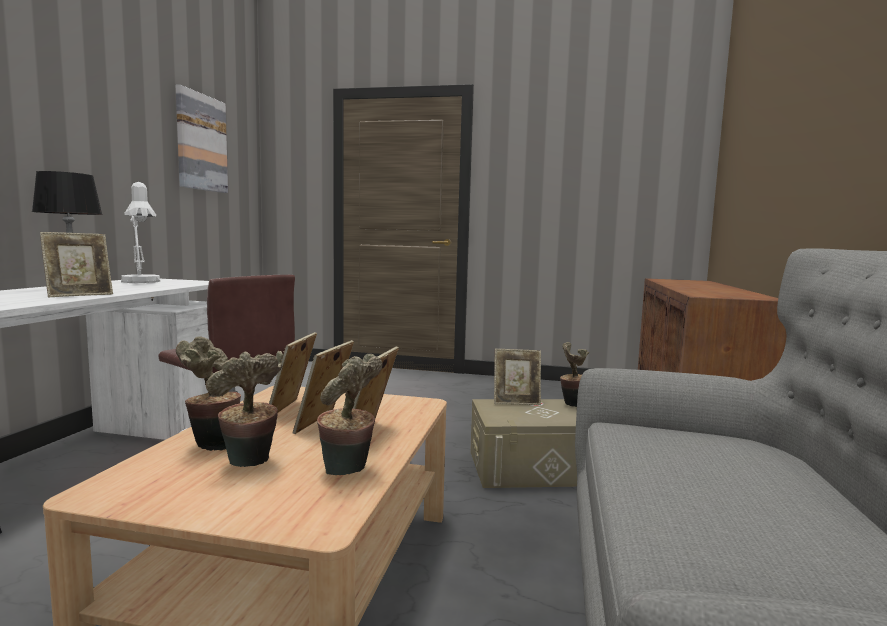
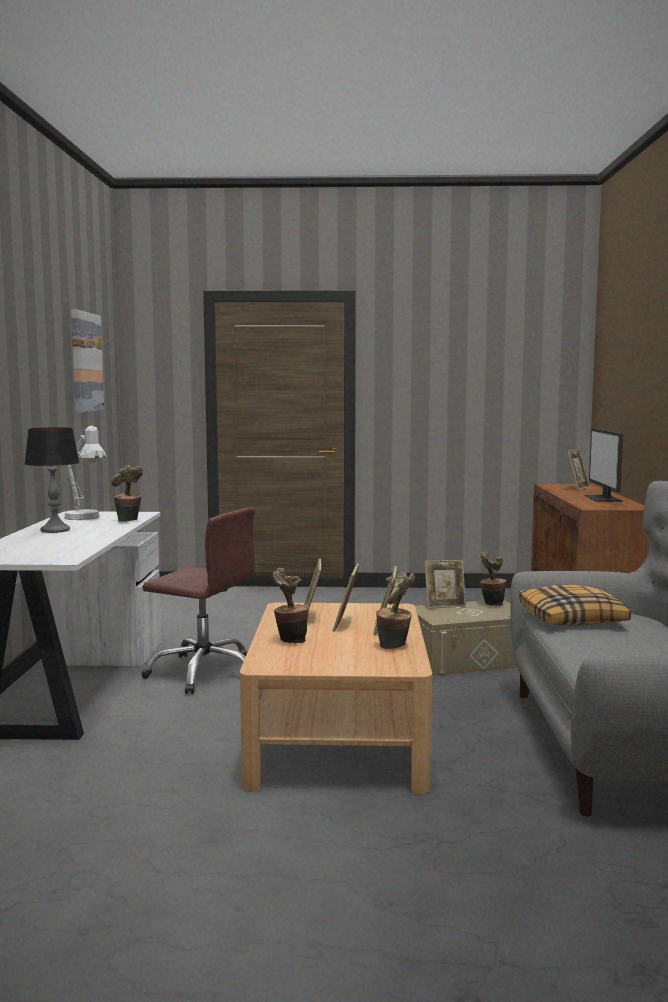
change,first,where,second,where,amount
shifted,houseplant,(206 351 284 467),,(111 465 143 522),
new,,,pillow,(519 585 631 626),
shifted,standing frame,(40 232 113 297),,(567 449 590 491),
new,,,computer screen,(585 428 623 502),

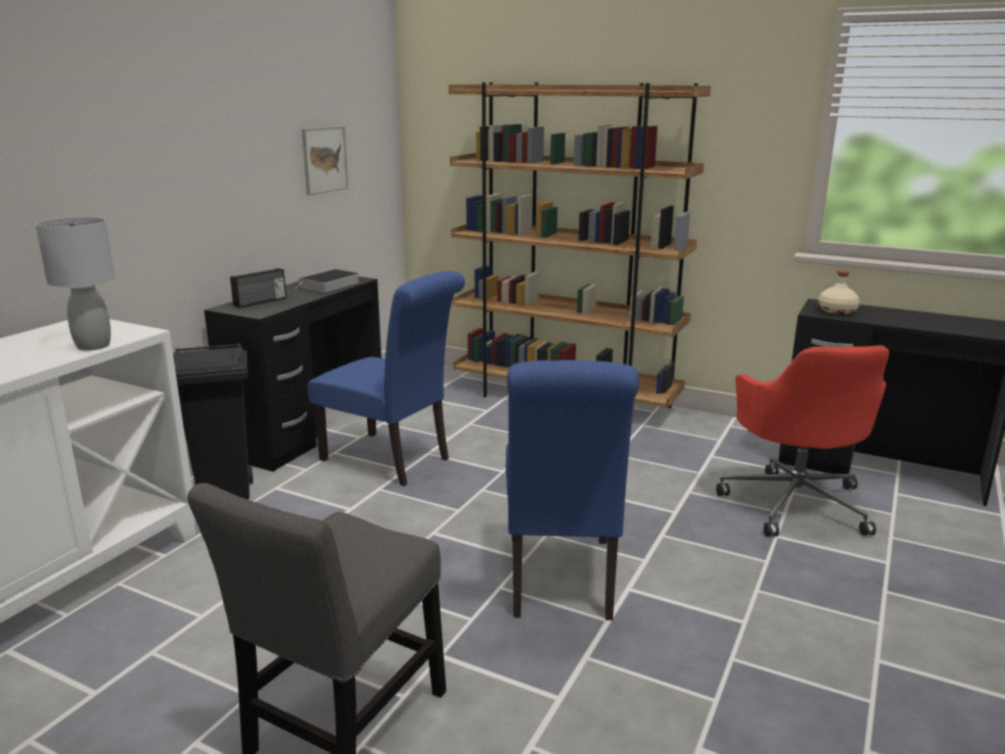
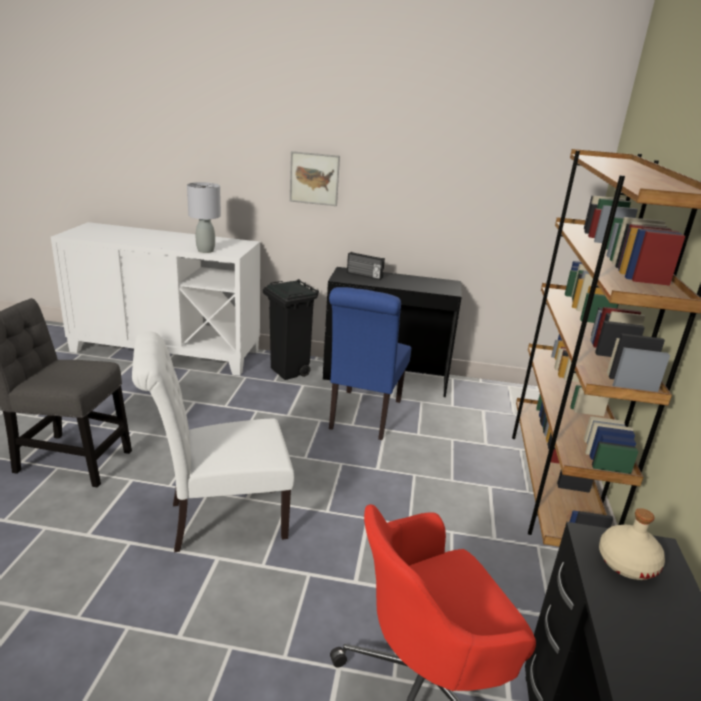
change,first,where,second,where,amount
repainted,chair/blue-coloured,(506 360 639 620),chair/whitish,(132 332 295 553),
shifted,wall picture,(302 126 348 195),,(290 151 340 206),
gone,book,(297 269 359 292),,,

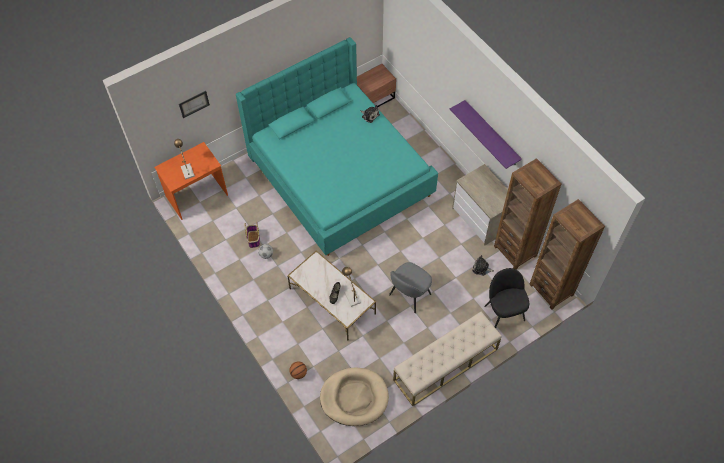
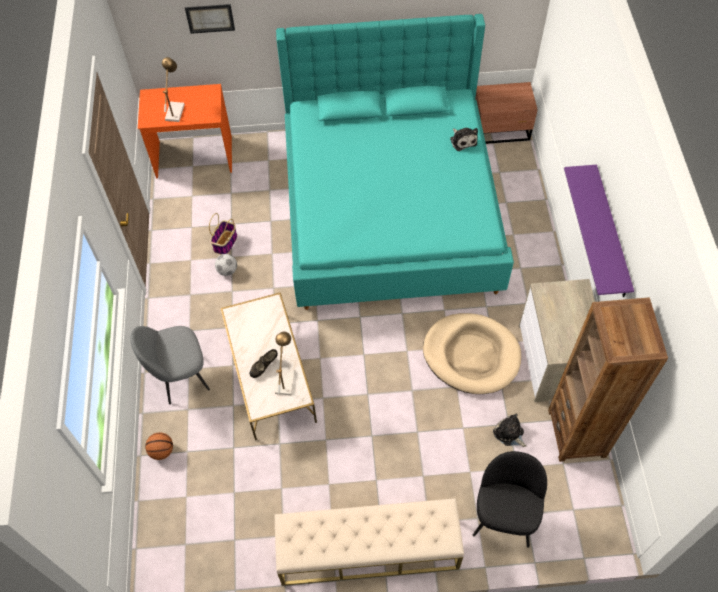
change,first,where,second,where,amount
shifted,chair/greyish,(389 262 432 313),,(130 326 210 405),
shifted,pet bed/beige-coloured,(320 367 389 426),,(423 313 521 394),
gone,shelving unit/brown-coloured,(529 199 605 310),,,

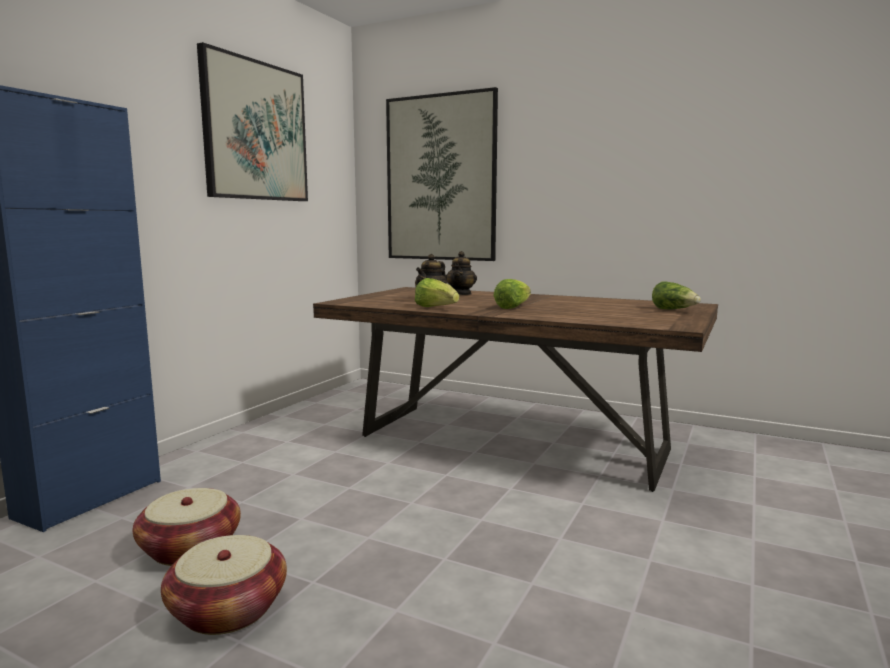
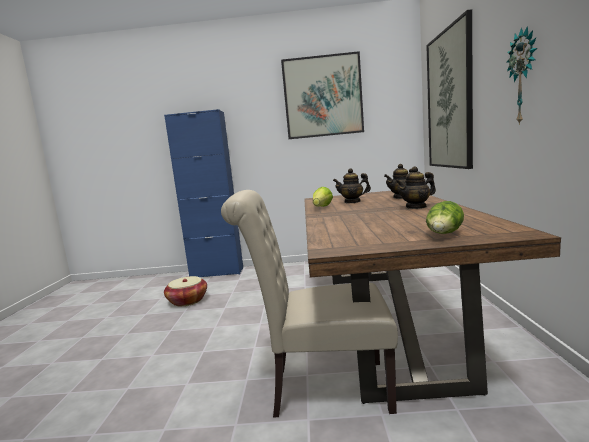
change,first,where,second,where,amount
new,,,chair/beige-coloured,(221 190 398 418),
new,,,teapot,(395 166 436 209),
new,,,clock on the wall,(507 26 537 125),
gone,storage basket,(161 535 287 635),,,
gone,lettuce,(493 279 531 309),,,

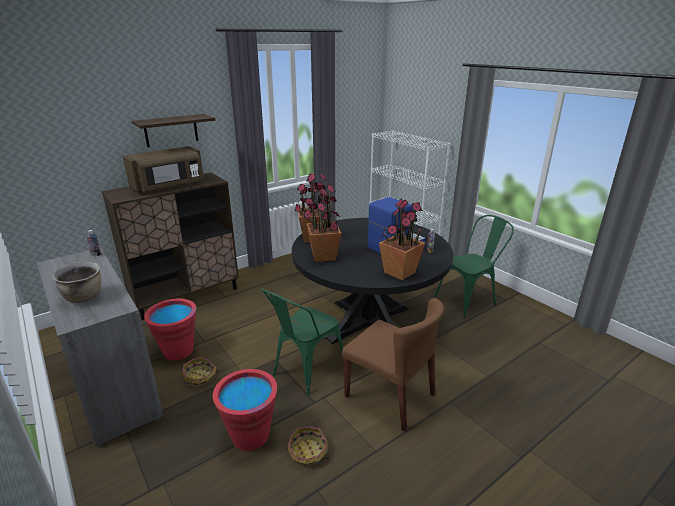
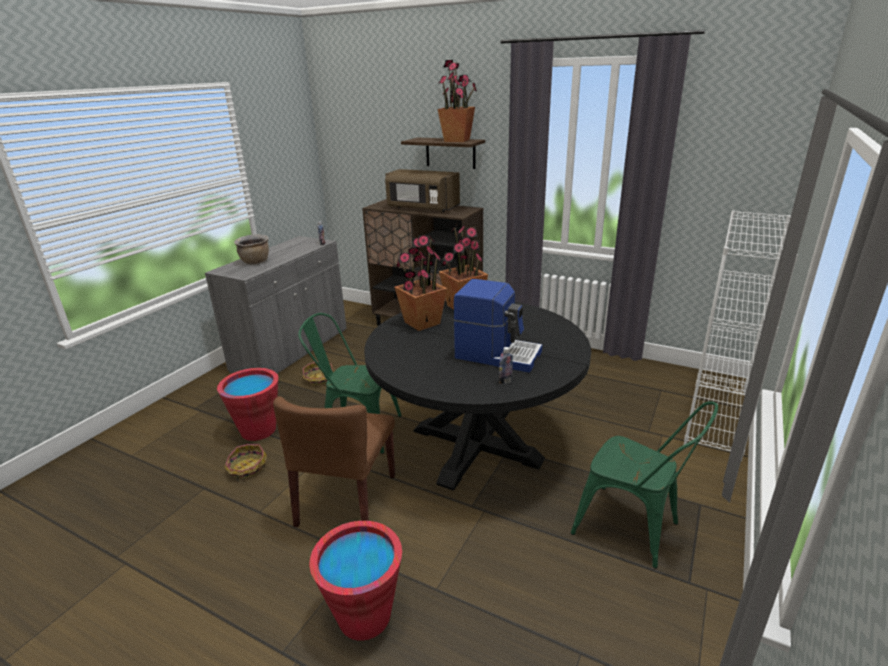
change,first,where,second,where,amount
shifted,bucket/red-coloured,(144 298 196 361),,(309 521 402 641),
shifted,houseplant,(379 198 425 280),,(438 60 477 142),

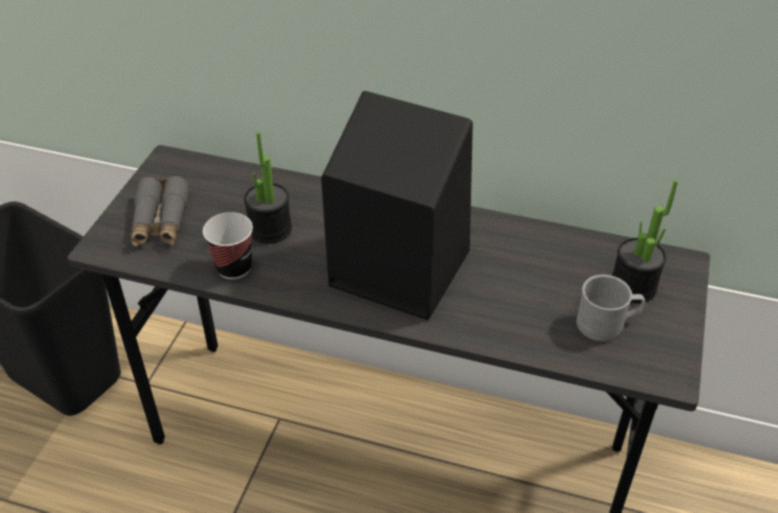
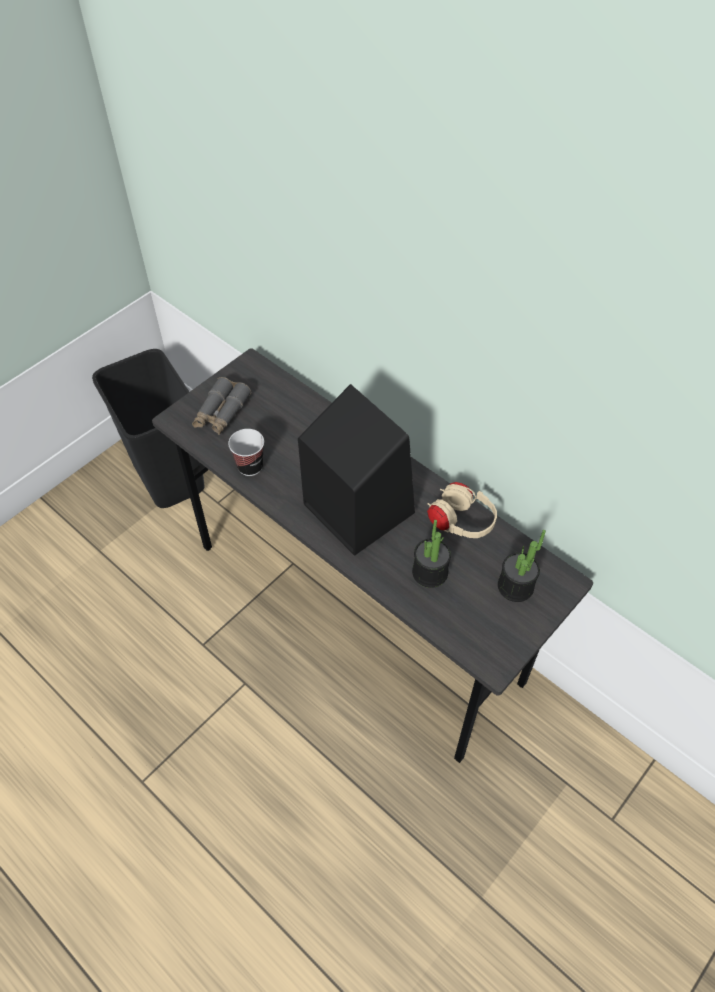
change,first,where,second,where,amount
shifted,houseplant,(244 132 292 244),,(412 520 451 588),
new,,,pair of headphones/beige-coloured,(427 482 497 538),
gone,coffee mug/greyish,(576 275 646 342),,,

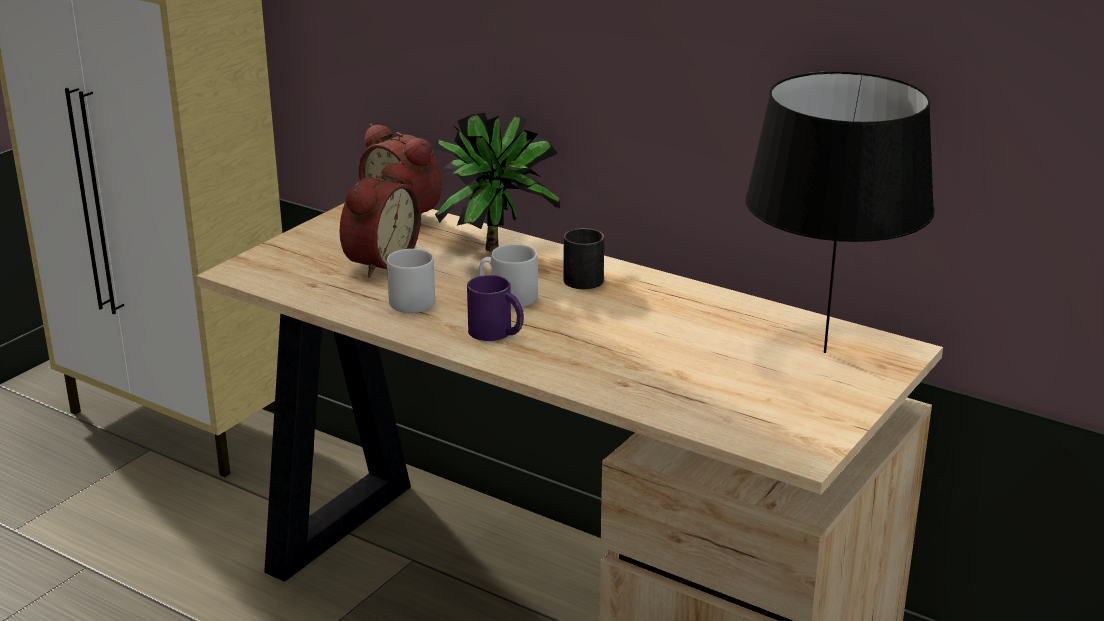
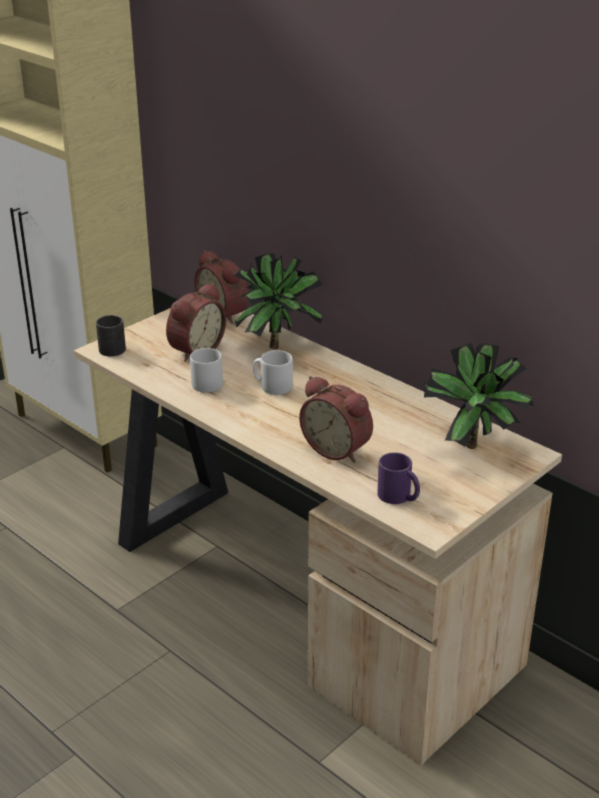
change,first,where,second,where,amount
shifted,coffee mug/black,(563 228 604 289),,(96 315 126 356),
new,,,table clock,(299 376 373 463),
shifted,coffee mug/purplish,(467 275 524 341),,(377 452 420 504),
swapped,table lamp/black,(745 71 935 353),houseplant,(423 343 536 449),

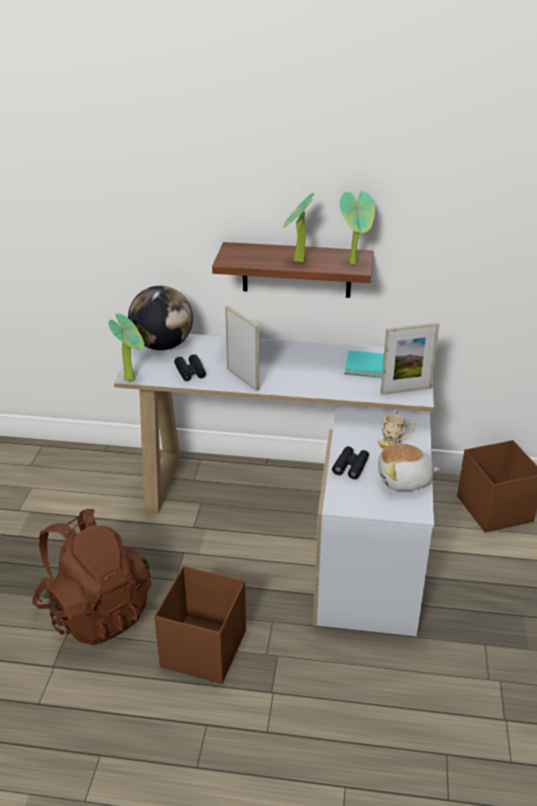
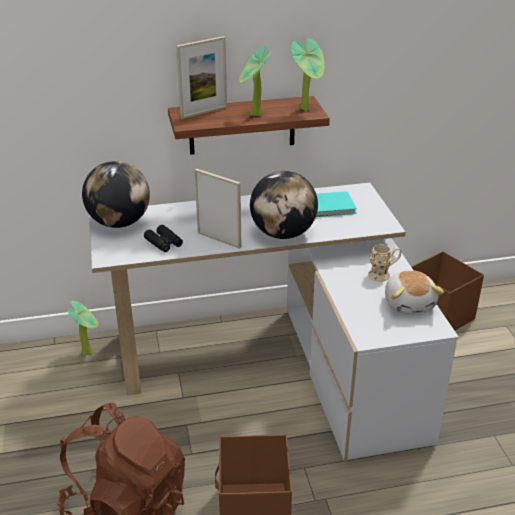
change,first,where,second,where,amount
shifted,houseplant,(108 313 144 381),,(68 301 98 355),
shifted,standing frame,(380 322 439 395),,(176 36 227 119),
new,,,world globe,(250 171 318 239),
rotated,soft toy,(377 440 440 491),,(385 270 444 314),75 degrees counterclockwise
gone,binoculars/black,(332 446 369 479),,,

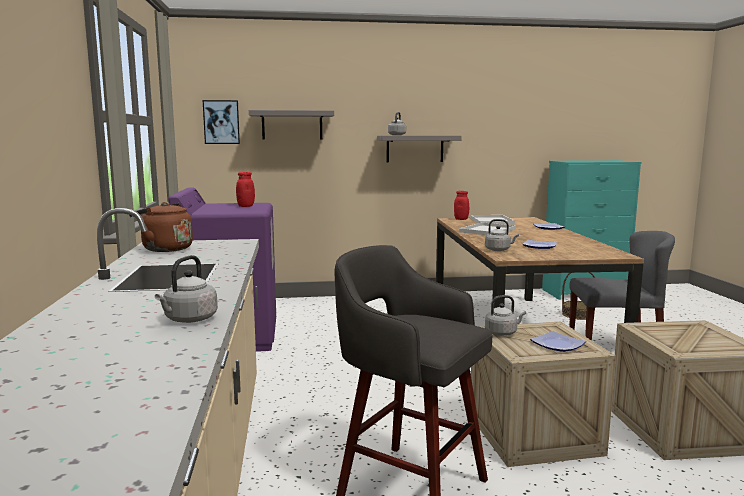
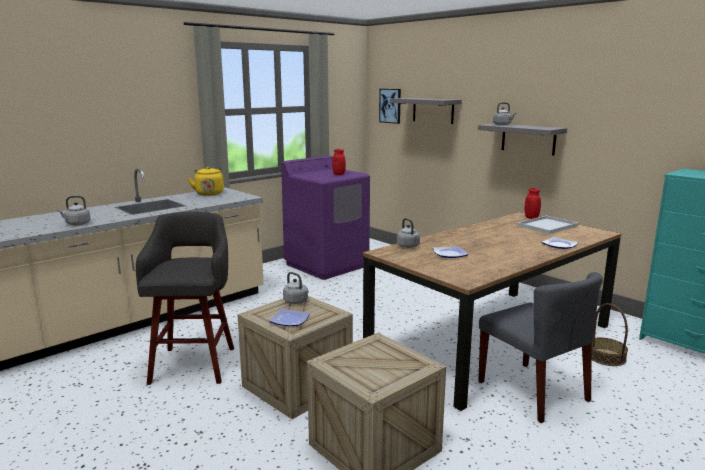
change,first,where,second,where,amount
repainted,kettle/brown-coloured,(129 202 193 252),kettle/yellow-coloured,(188 167 224 196),
gone,carrying tray/whitish,(459 222 516 235),,,

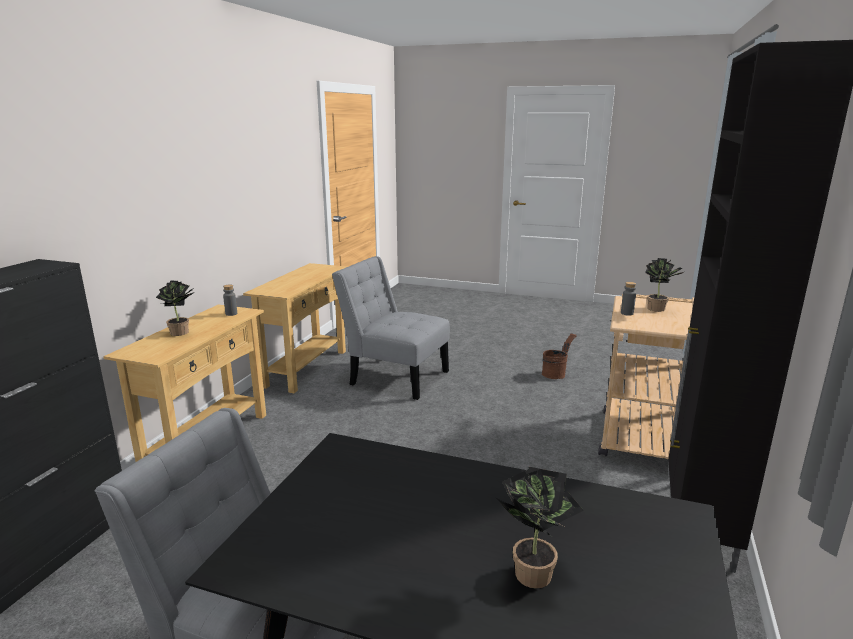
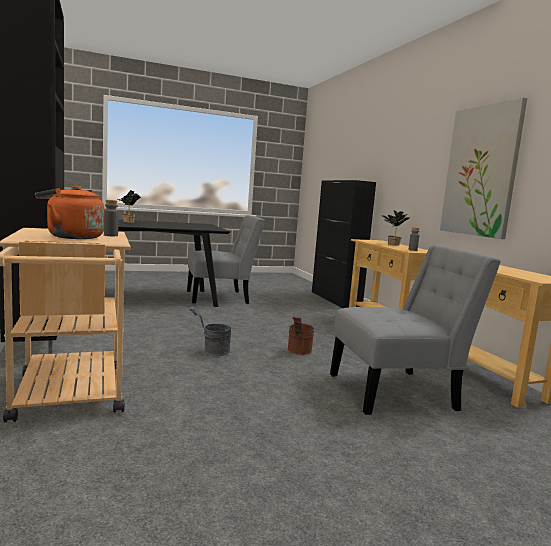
change,first,where,second,where,amount
swapped,houseplant,(645 258 683 312),kettle/orange-coloured,(35 186 105 239),
new,,,bucket/greyish,(188 306 231 356),
shifted,bucket/brown-coloured,(542 333 577 379),,(288 316 315 355),
new,,,wall picture,(440 98 527 239),

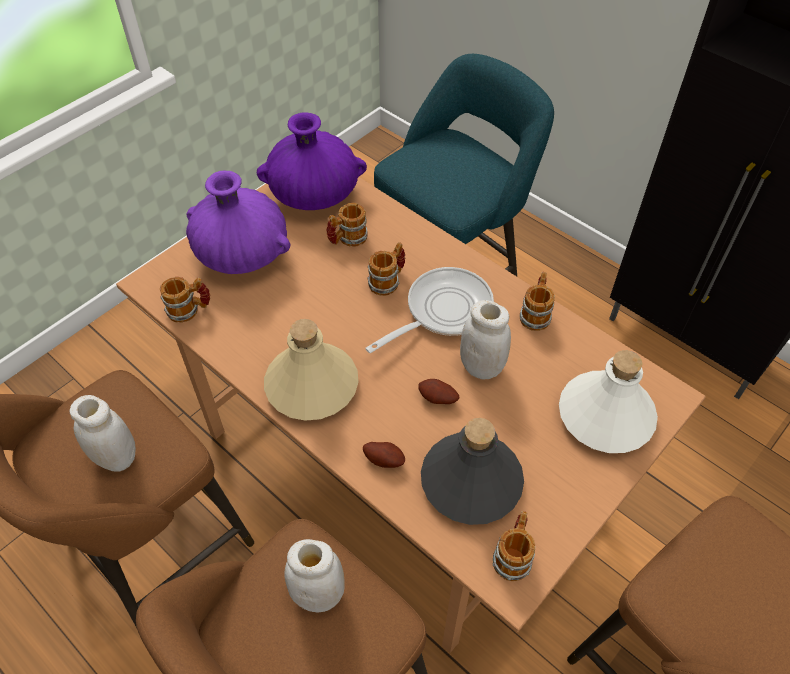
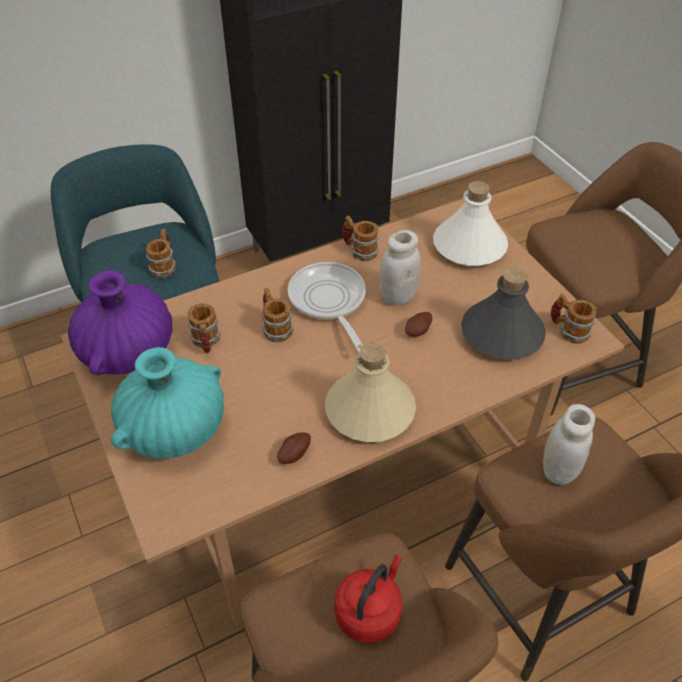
change,first,where,second,where,amount
repainted,flower vase/purplish,(186 171 291 274),flower vase/turquoise-coloured,(111 347 224 459),
shifted,coffee mug,(160 277 210 323),,(146 229 176 278),
shifted,potato,(363 442 405 468),,(277 433 311 464),
swapped,preserve jar/whitish,(70 395 136 471),kettle/red-coloured,(335 555 402 643),

